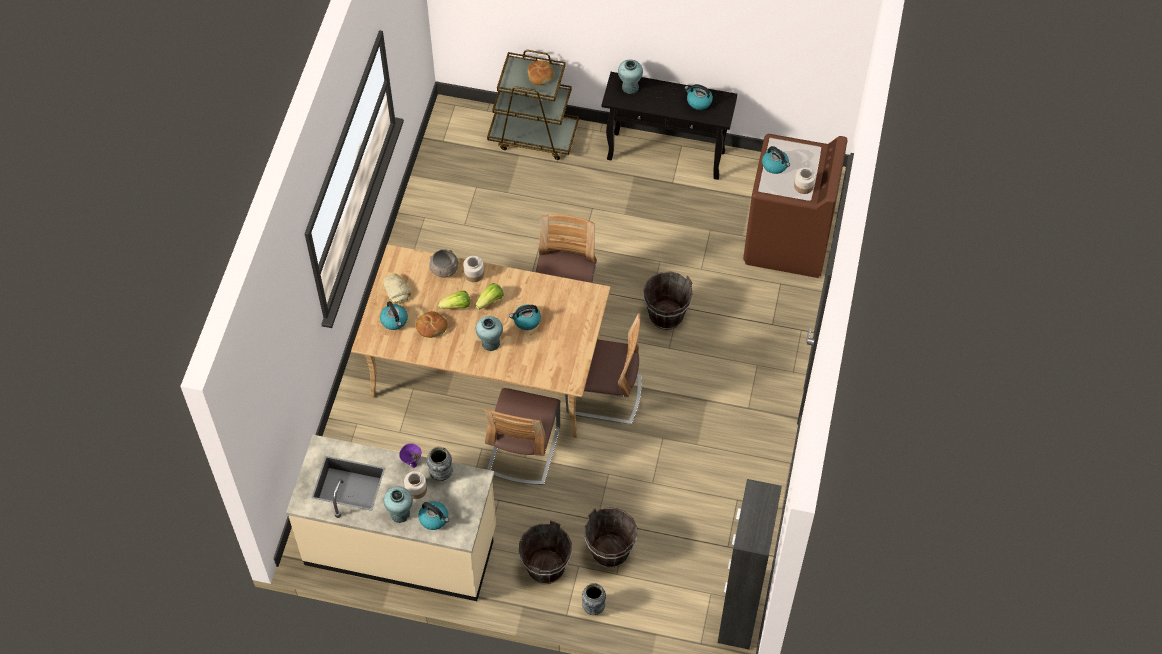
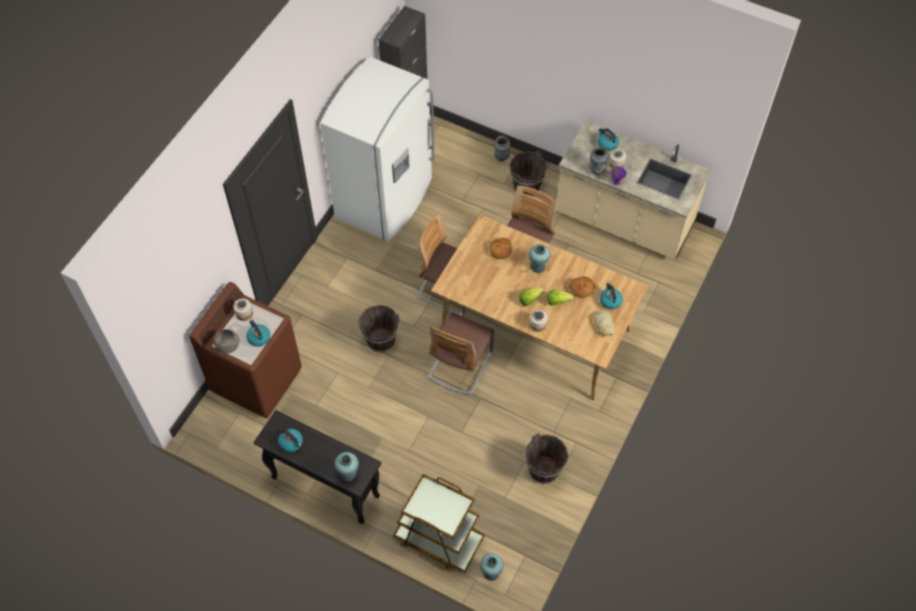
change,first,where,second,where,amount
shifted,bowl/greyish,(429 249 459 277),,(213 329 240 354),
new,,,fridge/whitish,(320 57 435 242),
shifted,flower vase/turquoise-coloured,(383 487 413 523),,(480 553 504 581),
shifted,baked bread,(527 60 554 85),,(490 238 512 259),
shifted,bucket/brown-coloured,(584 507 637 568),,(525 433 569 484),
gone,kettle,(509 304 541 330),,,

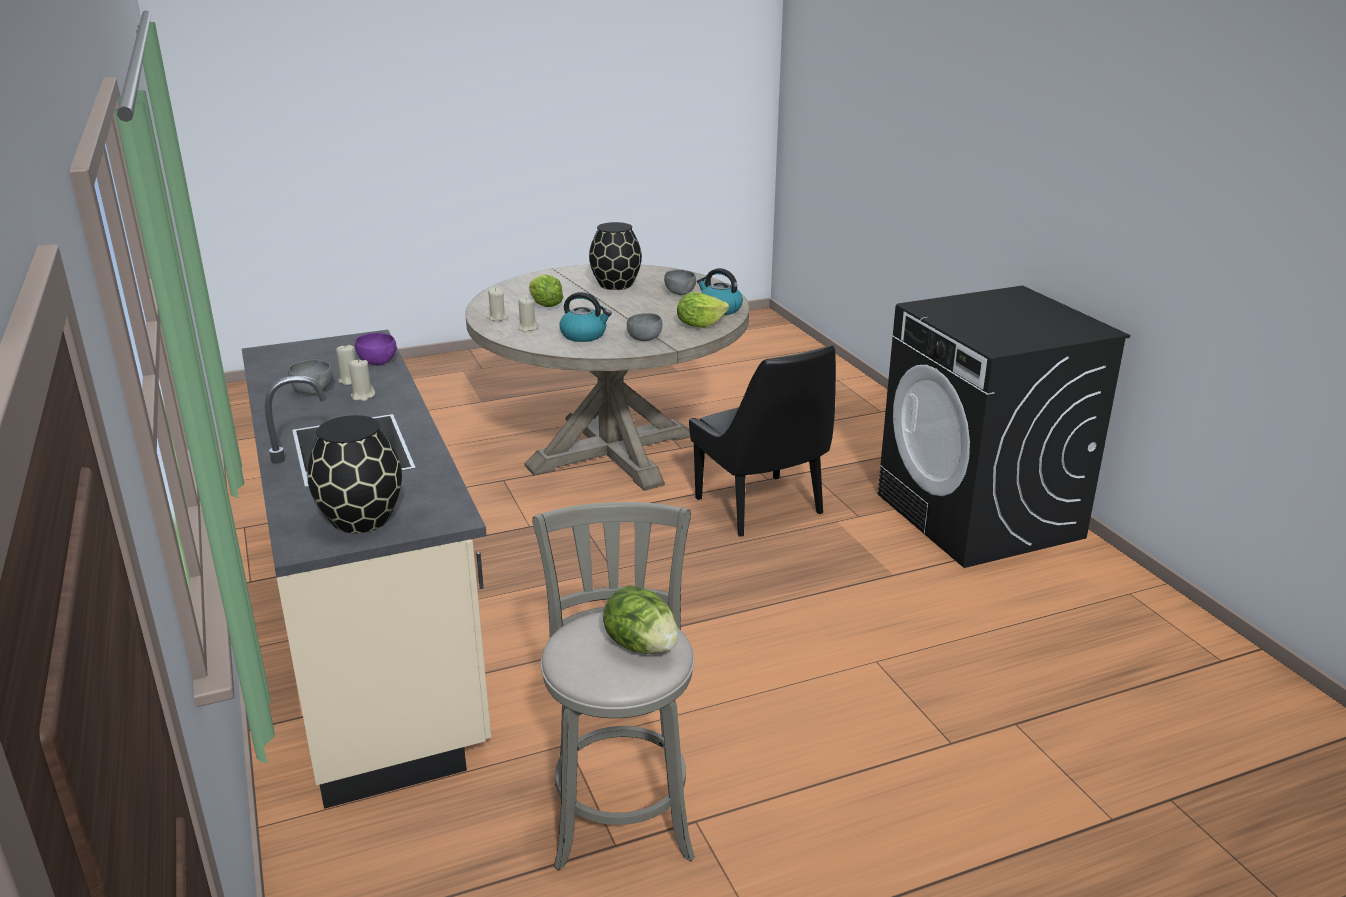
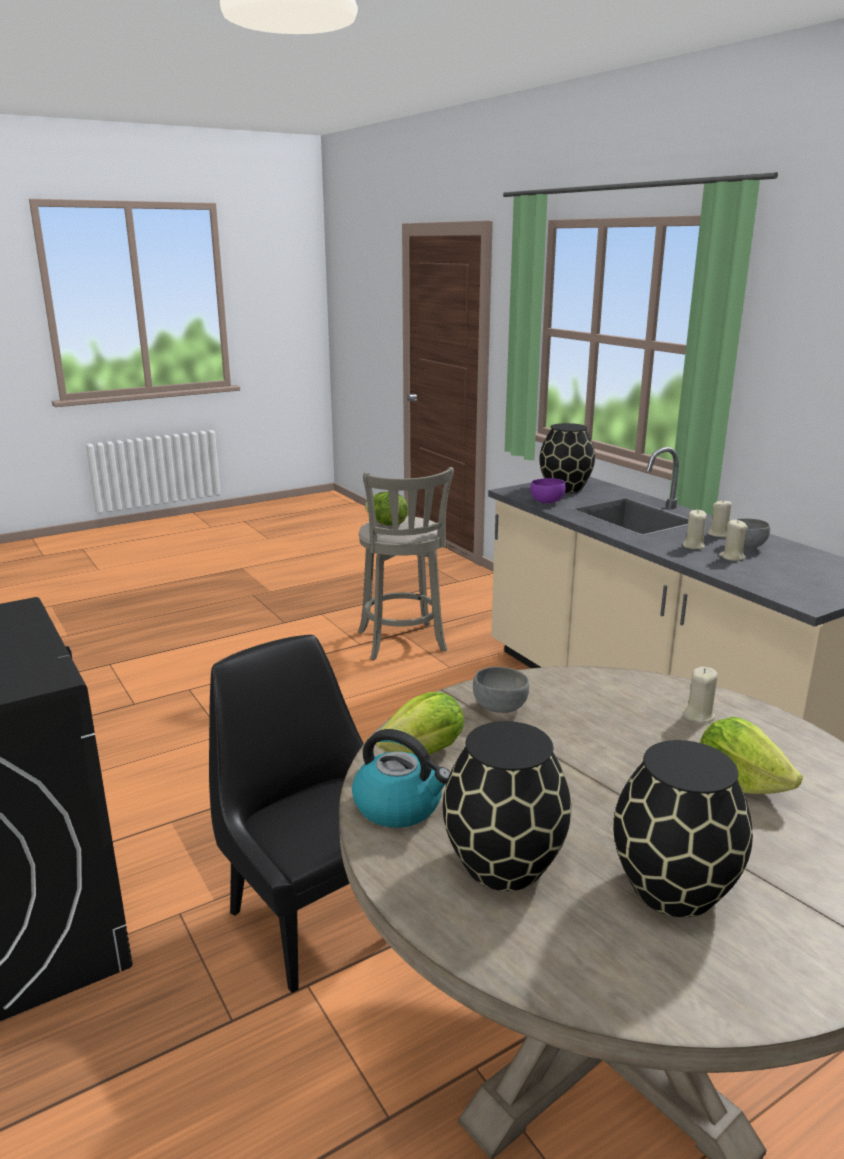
change,first,where,second,where,amount
swapped,bowl/greyish,(664 270 696 295),flower vase/black,(443 721 571 891),
shifted,bowl/purplish,(355 333 397 365),,(530 478 566 503),
shifted,wax light/beige-coloured,(487 288 507 321),,(707 499 732 537),
gone,kettle,(559 292 612 342),,,

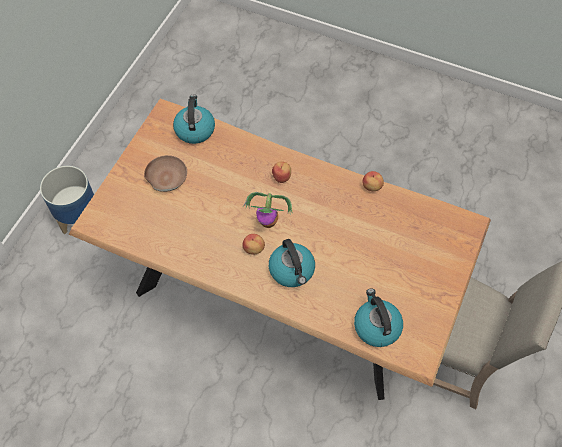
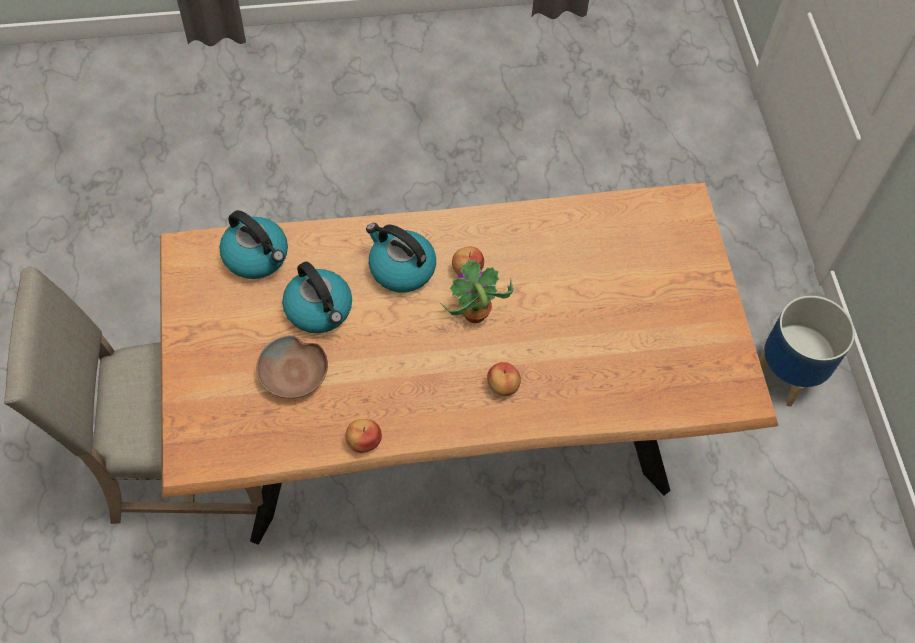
change,first,where,second,where,amount
shifted,bowl/brown-coloured,(144 155 187 192),,(256 335 328 399),
shifted,kettle,(173 95 215 144),,(282 262 352 333),

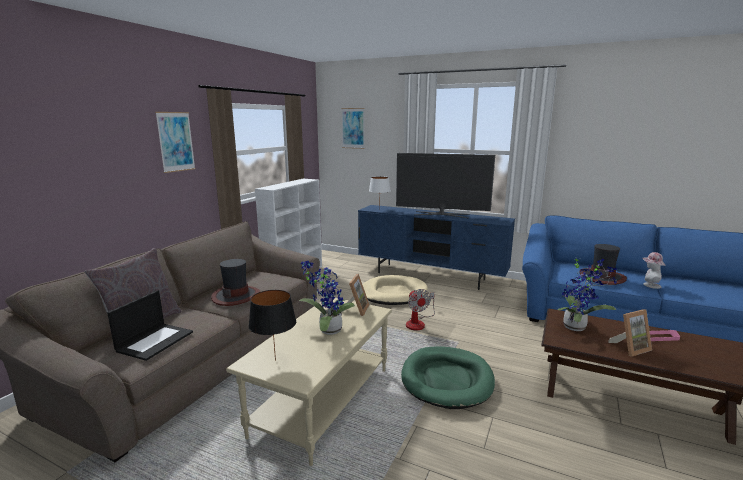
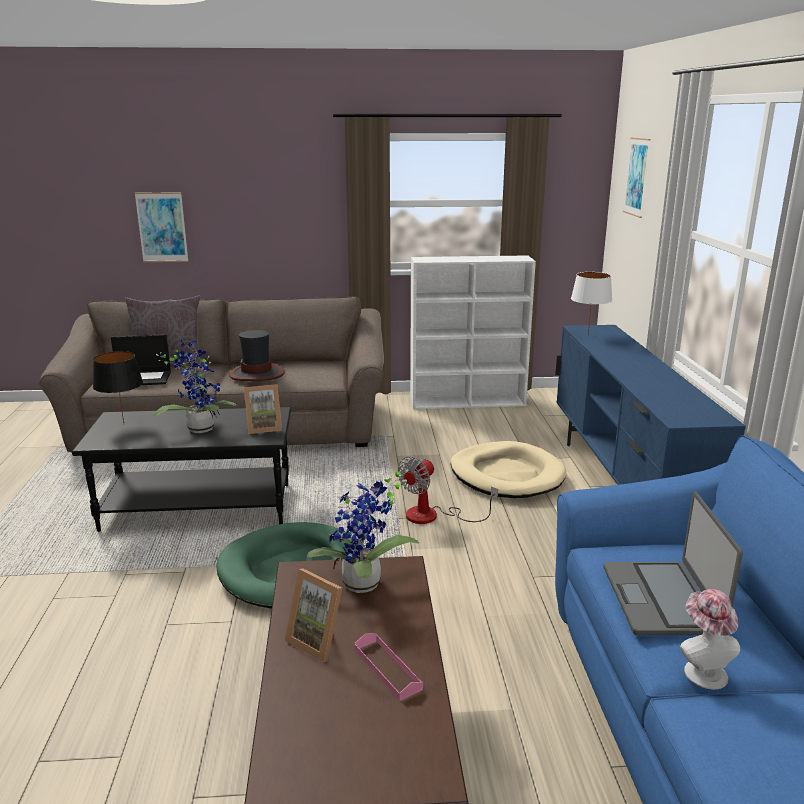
change,first,where,second,where,amount
repainted,coffee table/beige-coloured,(226 298 392 466),coffee table/black,(72 407 291 532),
shifted,wall picture,(155 112 196 173),,(135 192 188 262),
swapped,clothing hat,(579 244 627 285),laptop,(603 492 743 635),
gone,television,(396 153 495 218),,,

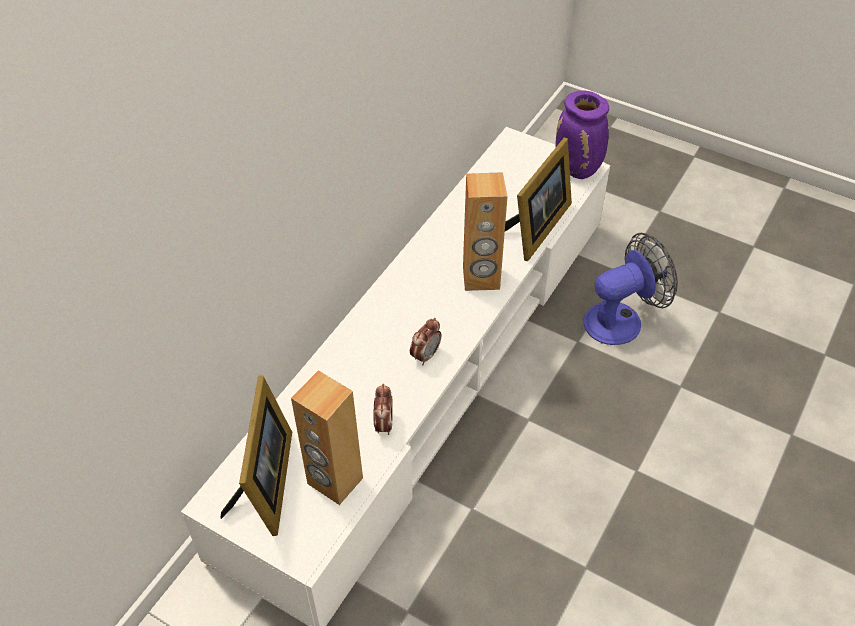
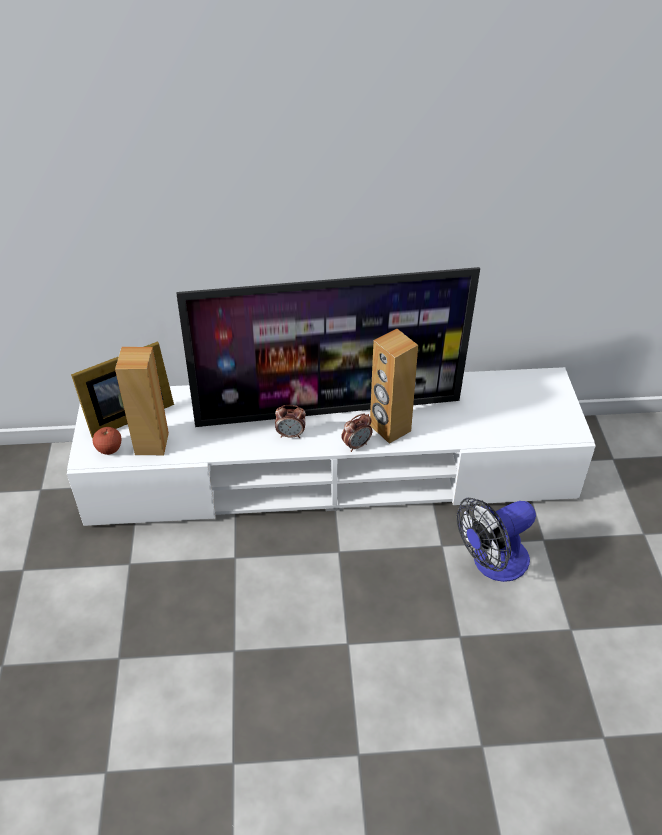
change,first,where,second,where,amount
new,,,apple,(93 427 121 455),
new,,,television,(176 267 480 427),
shifted,table clock,(374 384 393 435),,(341 413 372 452),
rotated,fan,(583 233 678 345),,(457 498 536 582),120 degrees clockwise
gone,standing frame,(505 138 572 261),,,
gone,flower vase/purplish,(555 90 609 179),,,

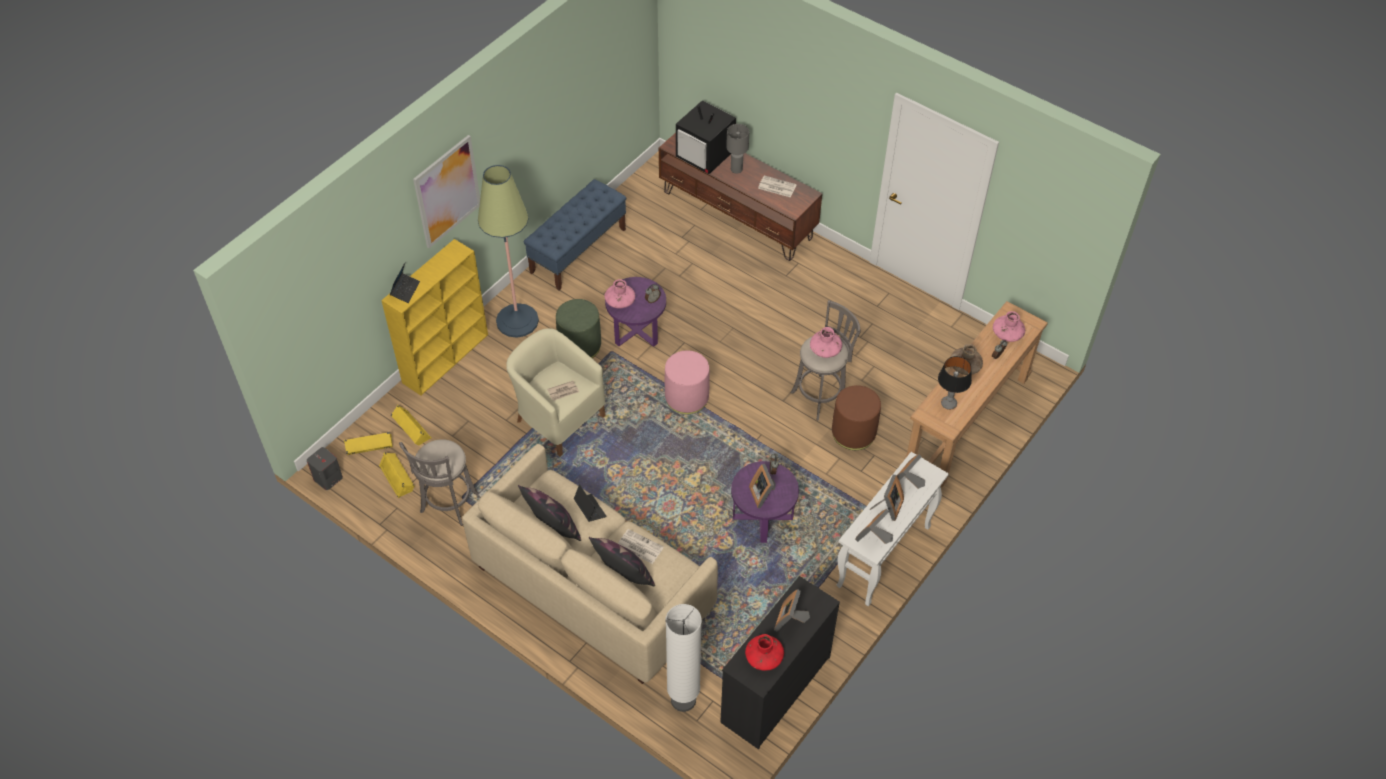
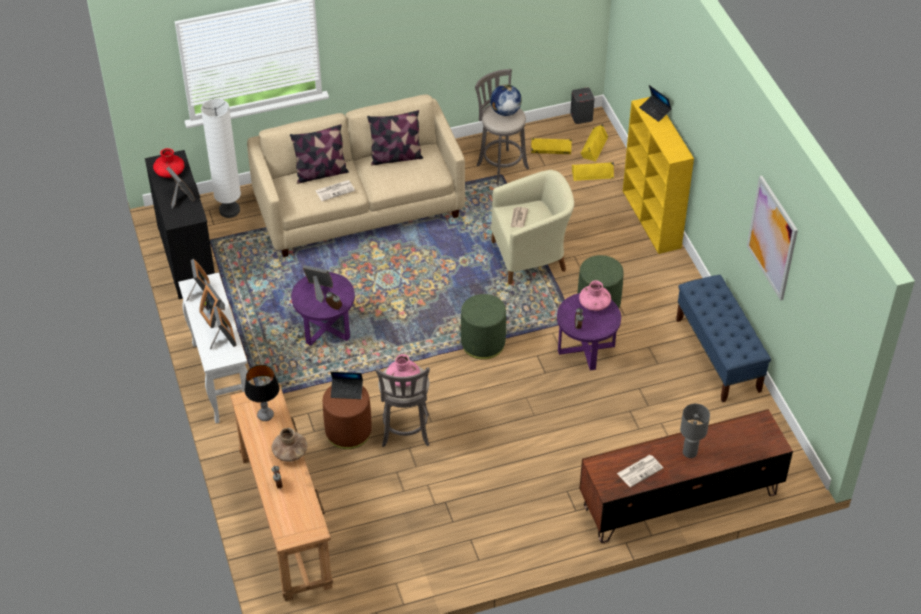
change,first,where,second,where,amount
shifted,laptop,(574 484 607 522),,(331 372 363 399),
repainted,footrest/pink,(665 350 710 414),footrest/greenish,(461 294 506 360),
new,,,world globe,(490 84 522 116),
shifted,wall picture,(413 135 480 248),,(747 176 798 301),
gone,standing lamp,(478 165 539 338),,,
gone,television,(676 100 736 174),,,
gone,flower vase/pink,(993 311 1025 342),,,

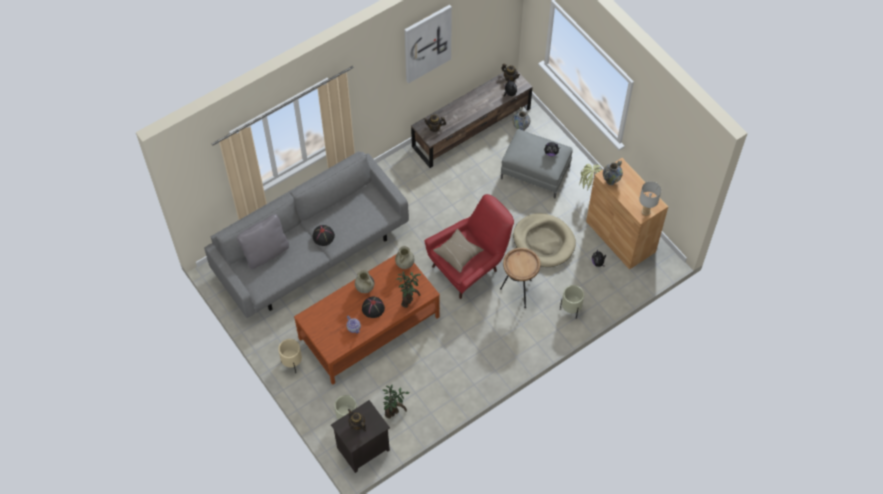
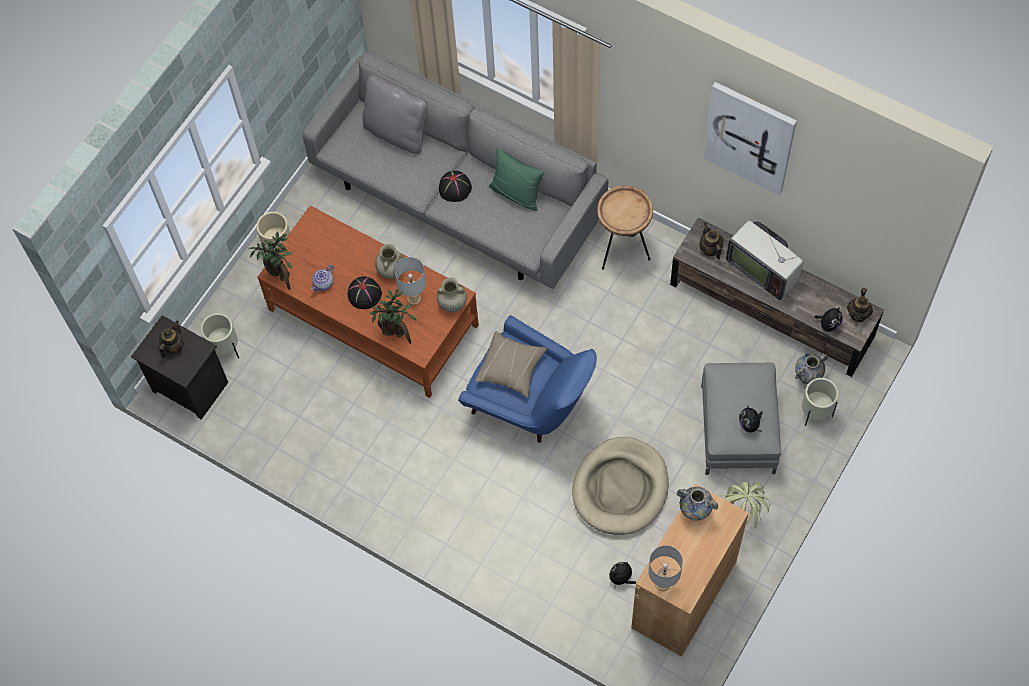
change,first,where,second,where,amount
shifted,houseplant,(383 385 409 419),,(249 232 292 290),
new,,,table lamp/greyish,(394 257 426 305),
repainted,armchair/red-coloured,(425 194 514 299),armchair/blue-coloured,(458 315 597 443),
new,,,pillow/greenish,(489 148 545 211),
shifted,side table/brown-coloured,(500 248 540 308),,(597 185 653 270),
new,,,television,(726 221 803 300),
shifted,plant pot/beige-coloured,(560 285 584 319),,(802 378 839 426),

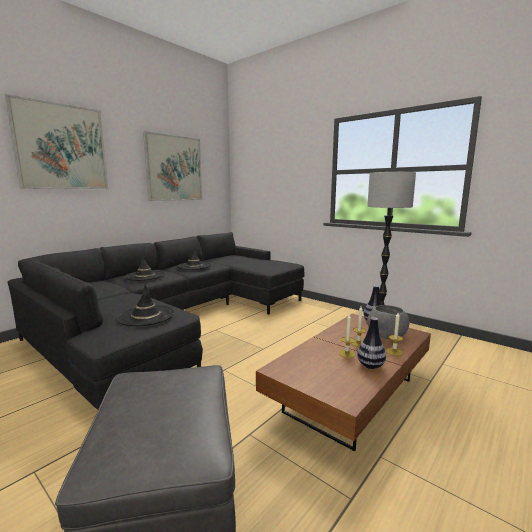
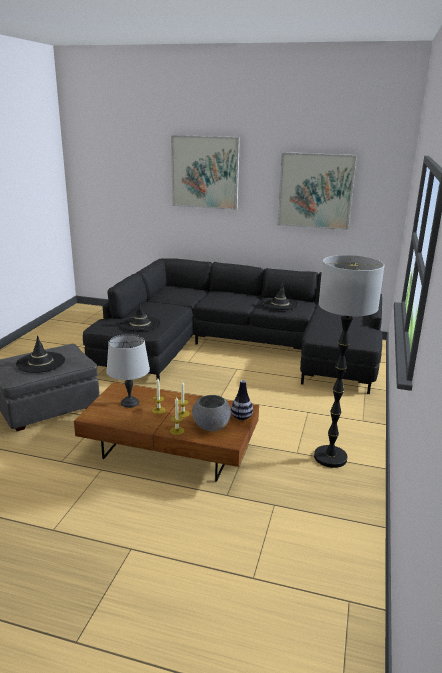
change,first,where,second,where,amount
shifted,clothing hat/black,(124 254 165 281),,(16 336 65 373),
new,,,table lamp/greyish,(106 334 150 408),
gone,flower vase,(357 317 386 369),,,

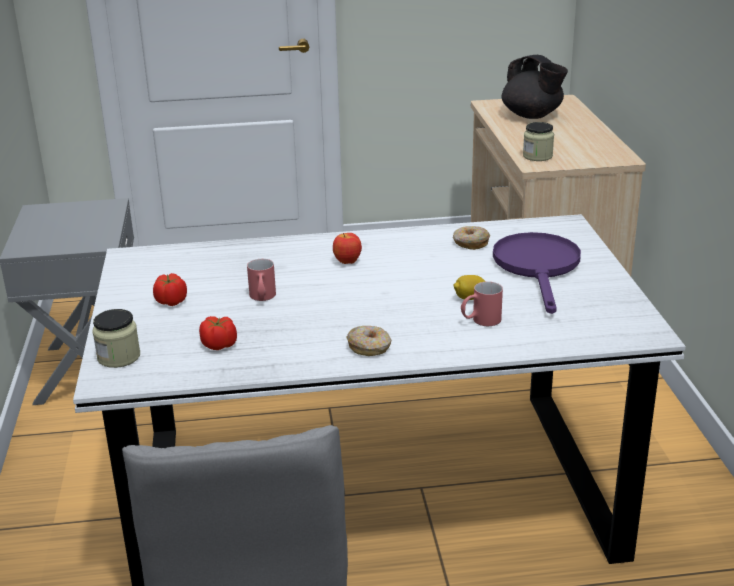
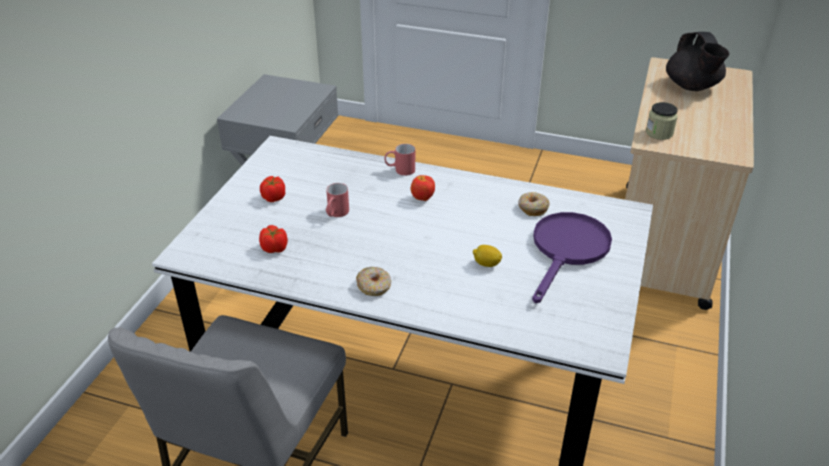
change,first,where,second,where,amount
shifted,coffee mug/red-coloured,(461 281 503 326),,(385 144 415 176),
gone,preserve jar,(93 309 140 368),,,

